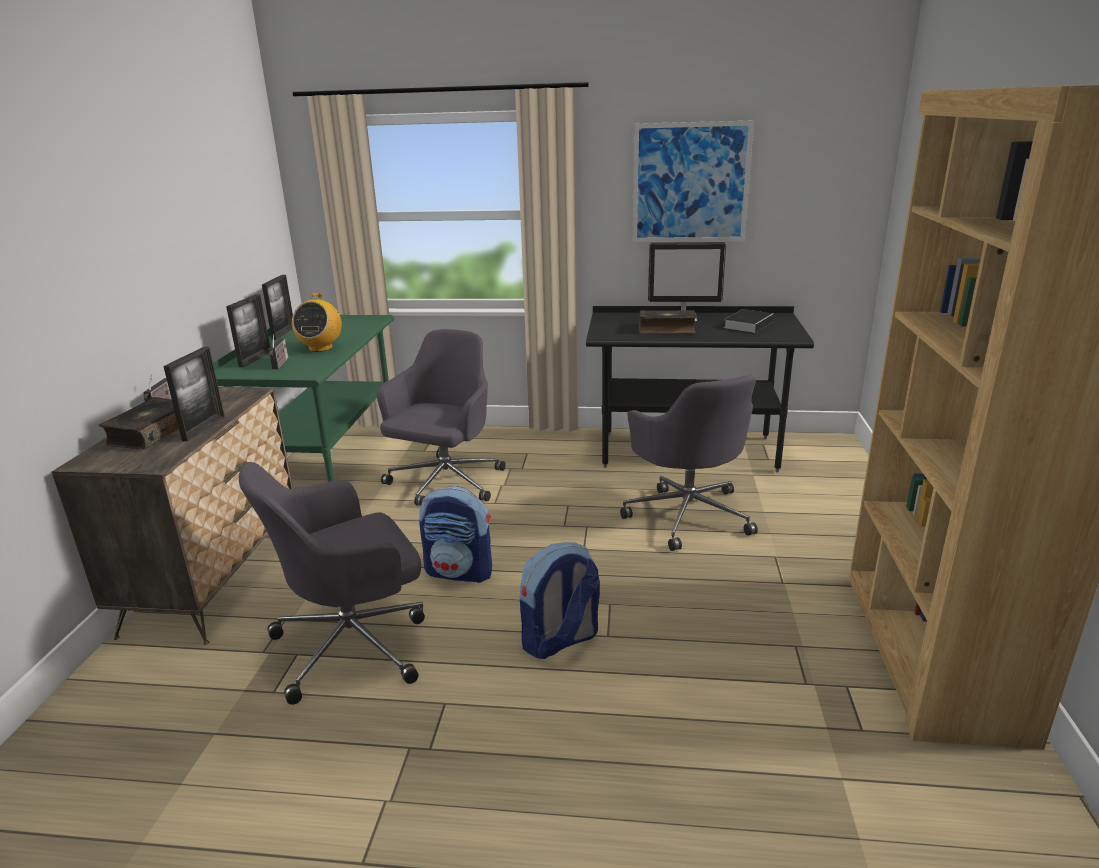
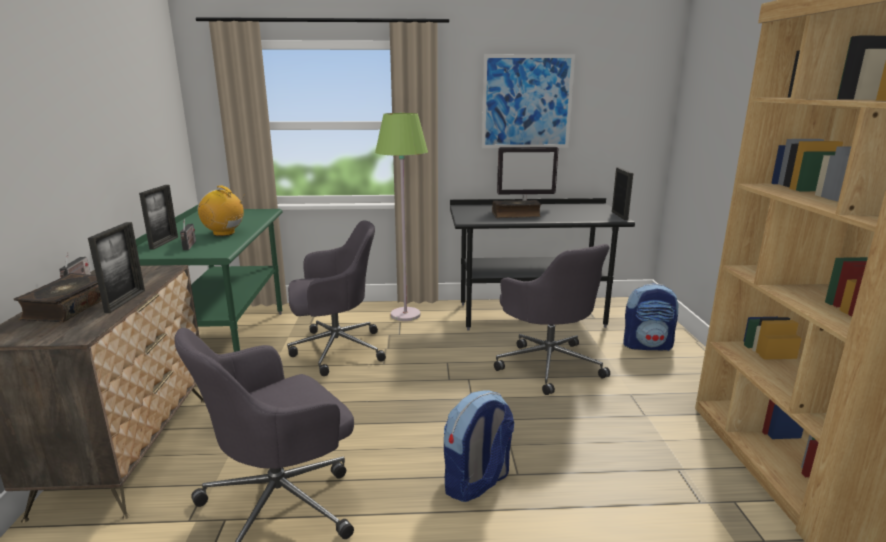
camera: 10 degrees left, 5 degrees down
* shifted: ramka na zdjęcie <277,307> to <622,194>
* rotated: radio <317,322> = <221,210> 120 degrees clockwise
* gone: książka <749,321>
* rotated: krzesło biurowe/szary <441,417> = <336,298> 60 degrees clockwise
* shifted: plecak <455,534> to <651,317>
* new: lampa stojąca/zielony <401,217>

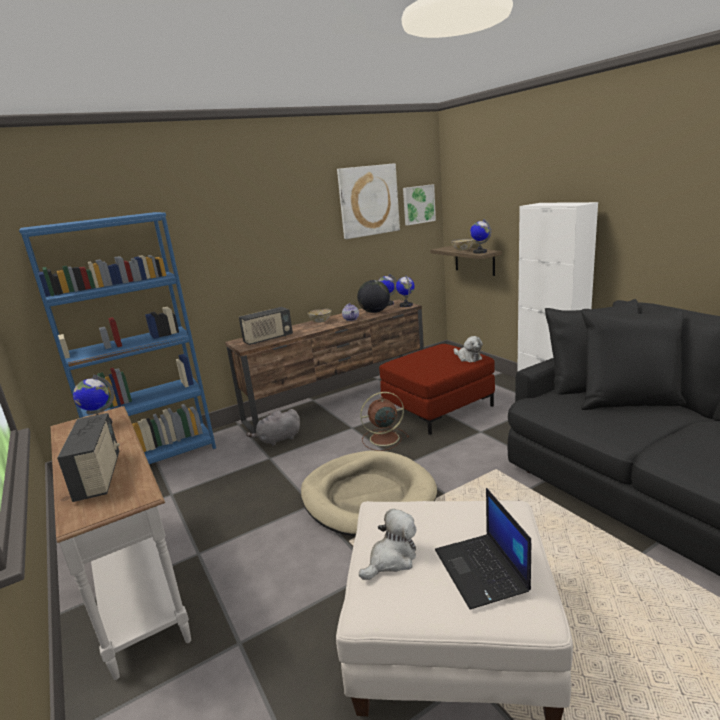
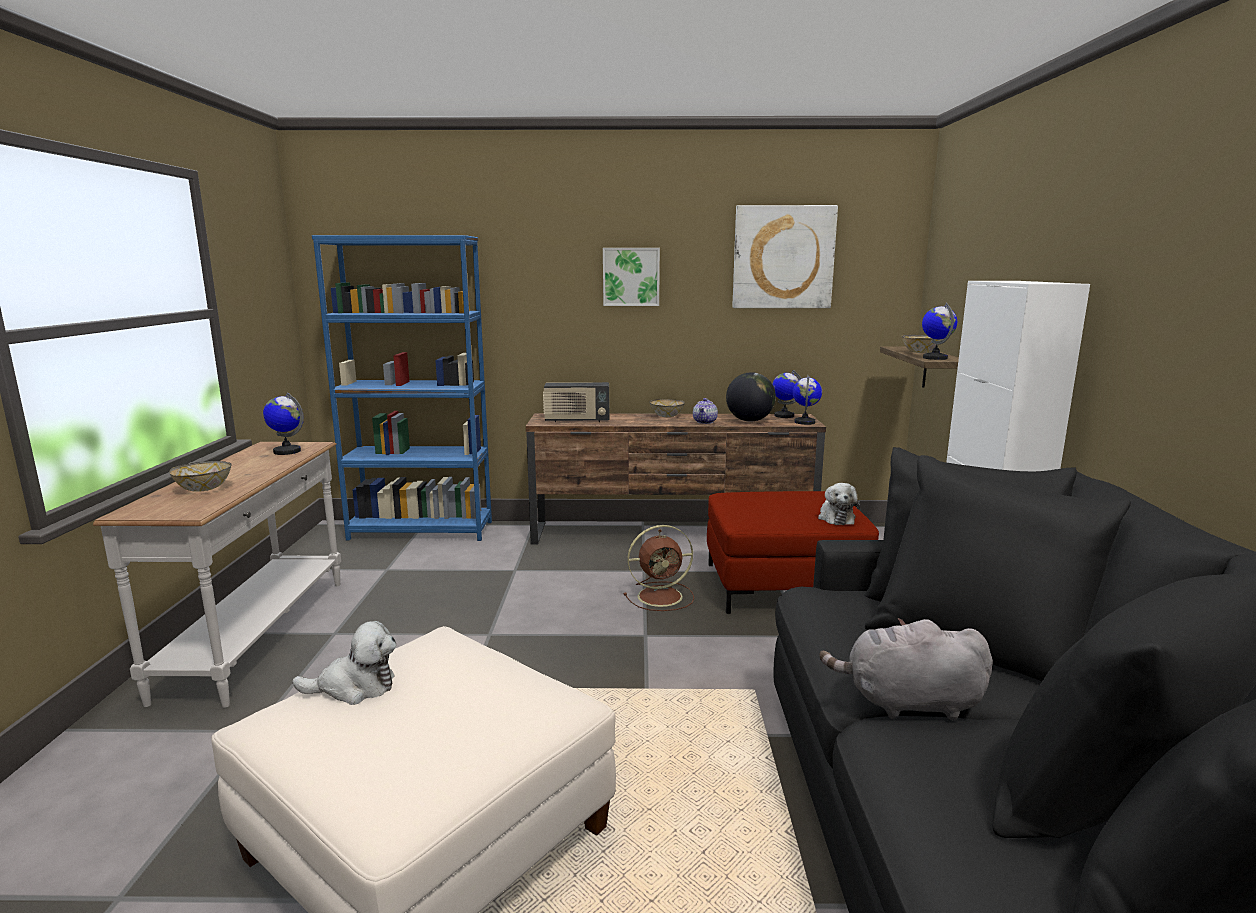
camera: 30 degrees right, 5 degrees down
* shifted: obraz <419,204> to <631,277>
* rotated: wentylator/brązowy <384,421> = <659,568> 150 degrees clockwise
* shifted: pluszak/szary <273,427> to <906,669>
* swapped: radio <88,457> to miska <200,476>
* gone: legowisko/beżowy <369,493>
* gone: laptop <483,548>

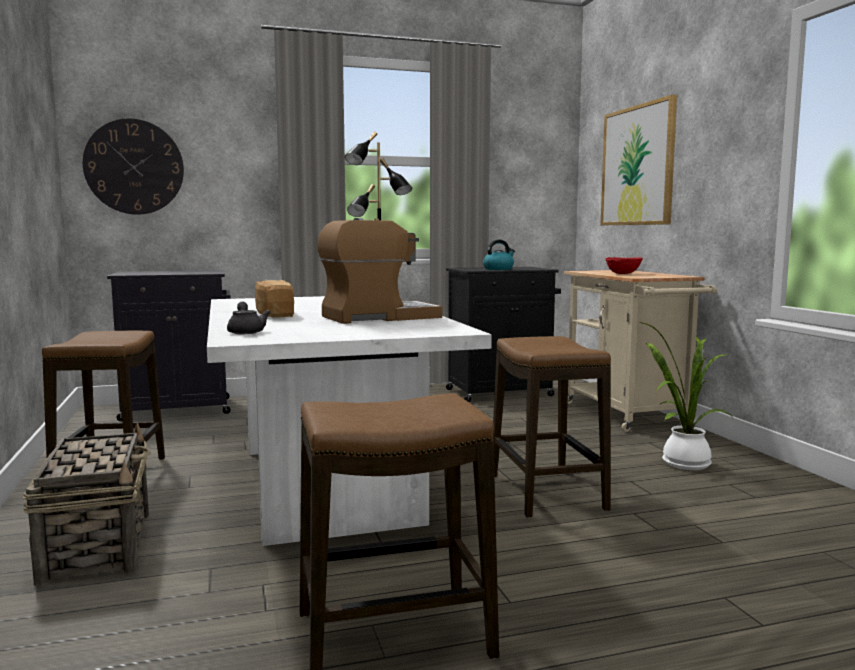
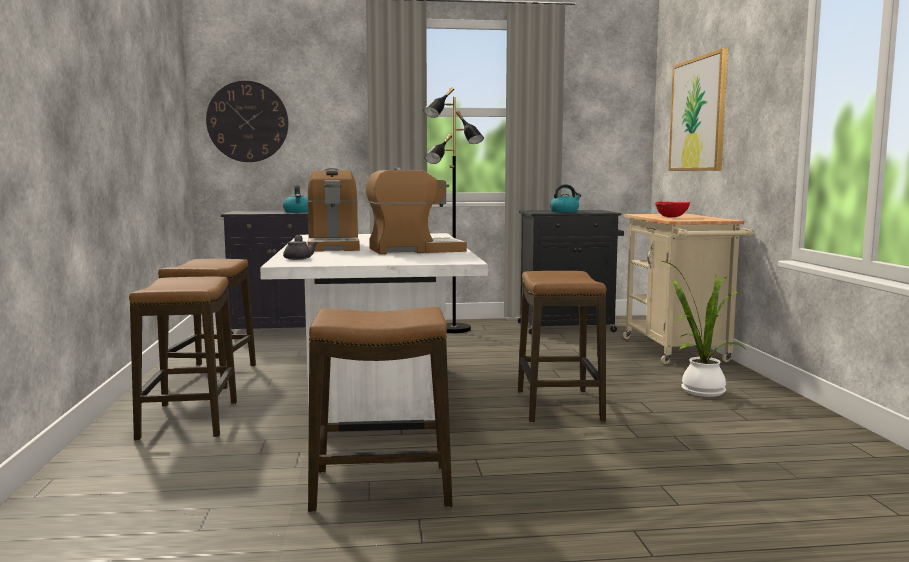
camera: 10 degrees right, 0 degrees up
* swapped: chleb <274,299> to ekspres do kawy <333,210>
* swapped: koszyk <87,504> to stołek <183,359>
* new: czajnik <295,198>

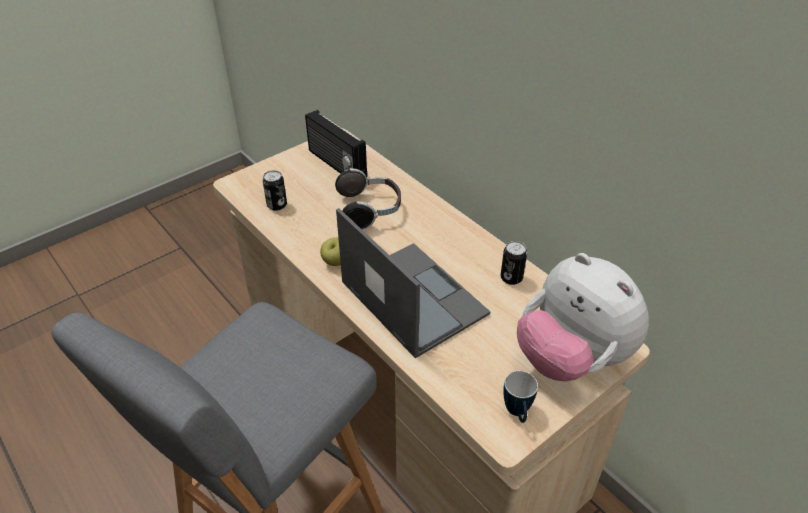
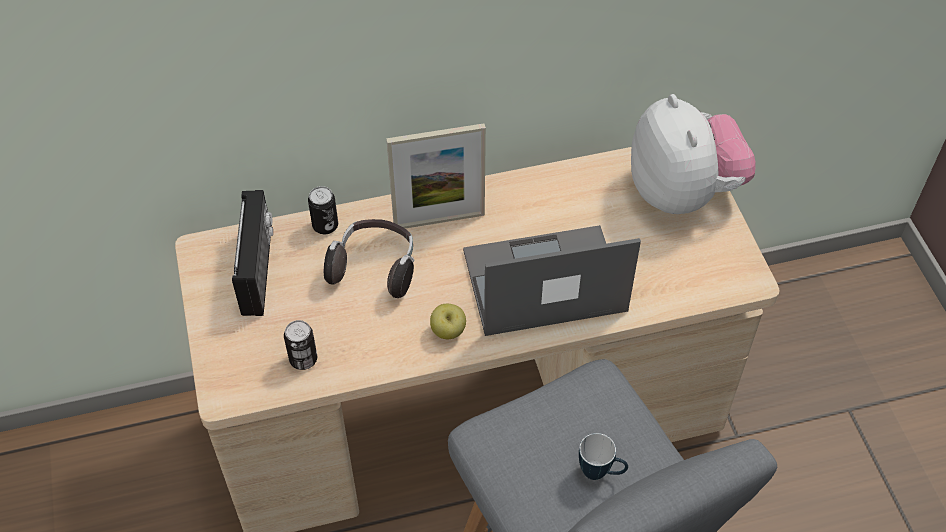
camera: 65 degrees left, 10 degrees up
* rotated: radio <336,144> = <252,253> 75 degrees counterclockwise
* shifted: puszka <514,263> to <323,210>
* rotated: pluszak <583,317> = <693,154> 90 degrees counterclockwise
* shifted: kubek <520,397> to <603,456>
* new: ramka na zdjęcie <436,176>

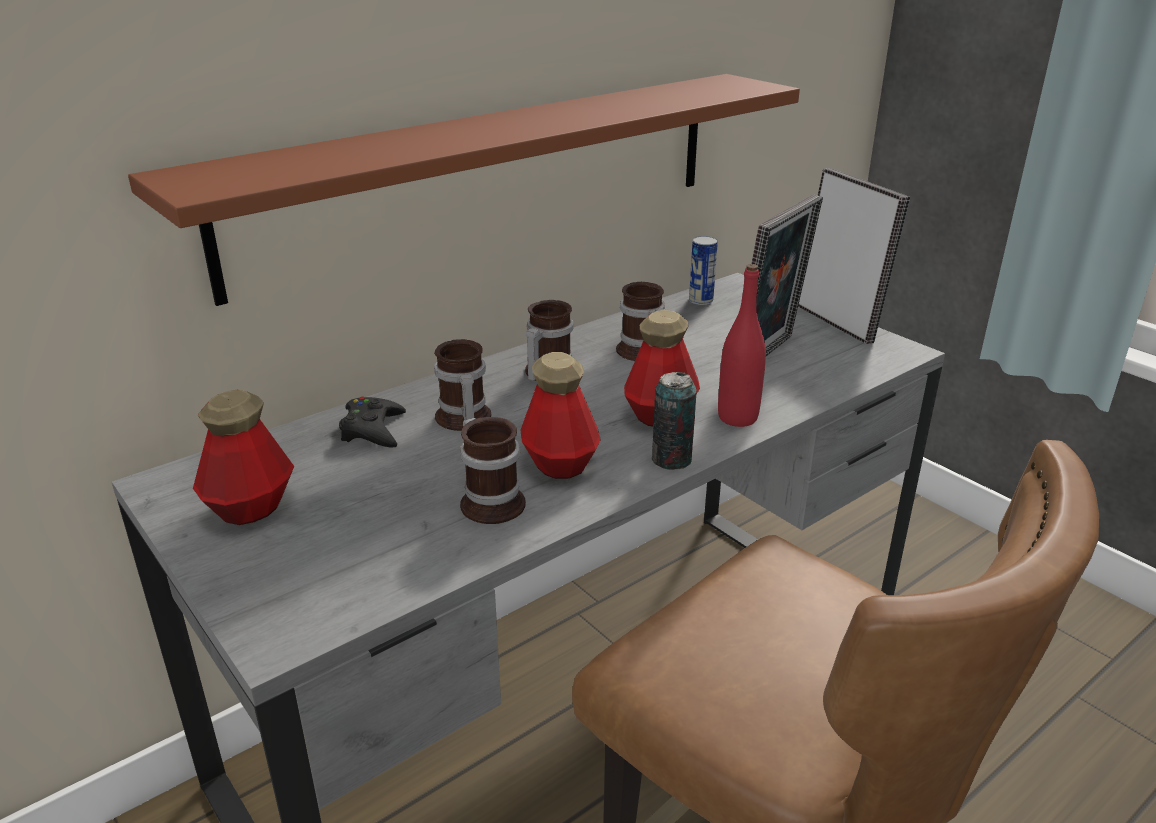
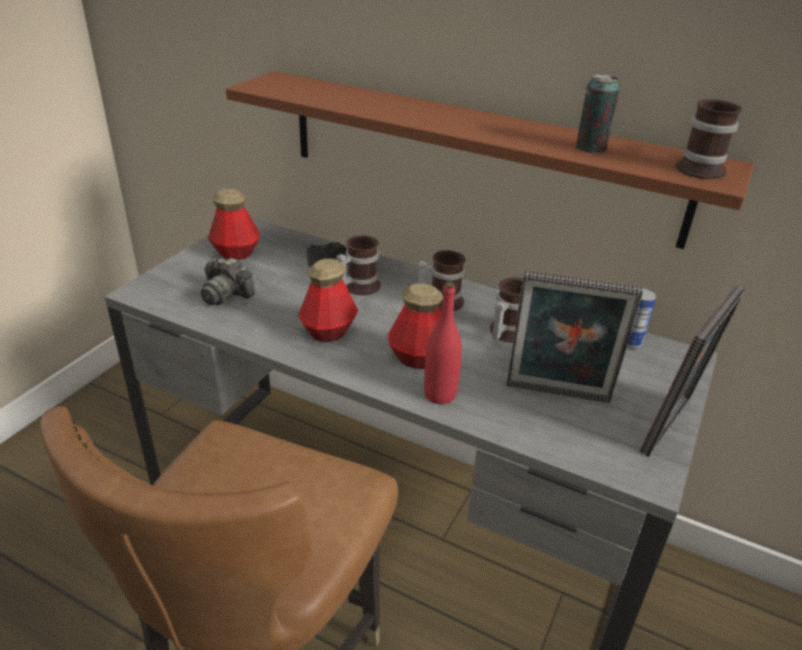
camera: 65 degrees right, 5 degrees up
* shifted: puszka <674,421> to <597,113>
* shifted: kubek <493,470> to <708,139>
* new: aparat fotograficzny <227,281>

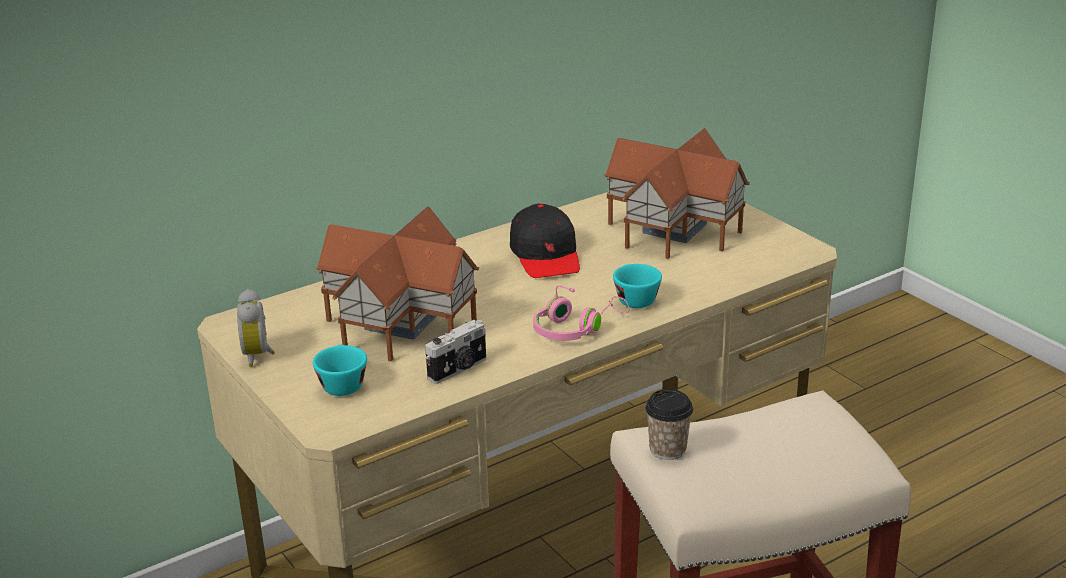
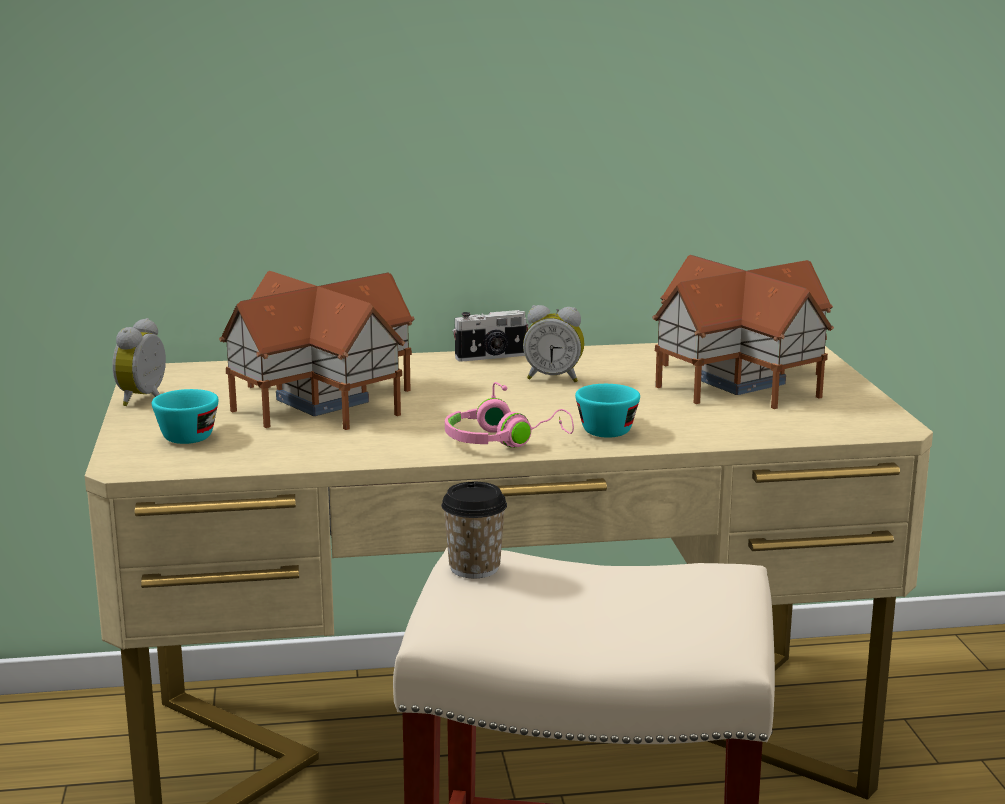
camera: 25 degrees right, 10 degrees down
* swapped: czapka z daszkiem/czarny <545,241> to budzik <553,343>
* shifted: aparat fotograficzny <455,352> to <491,336>

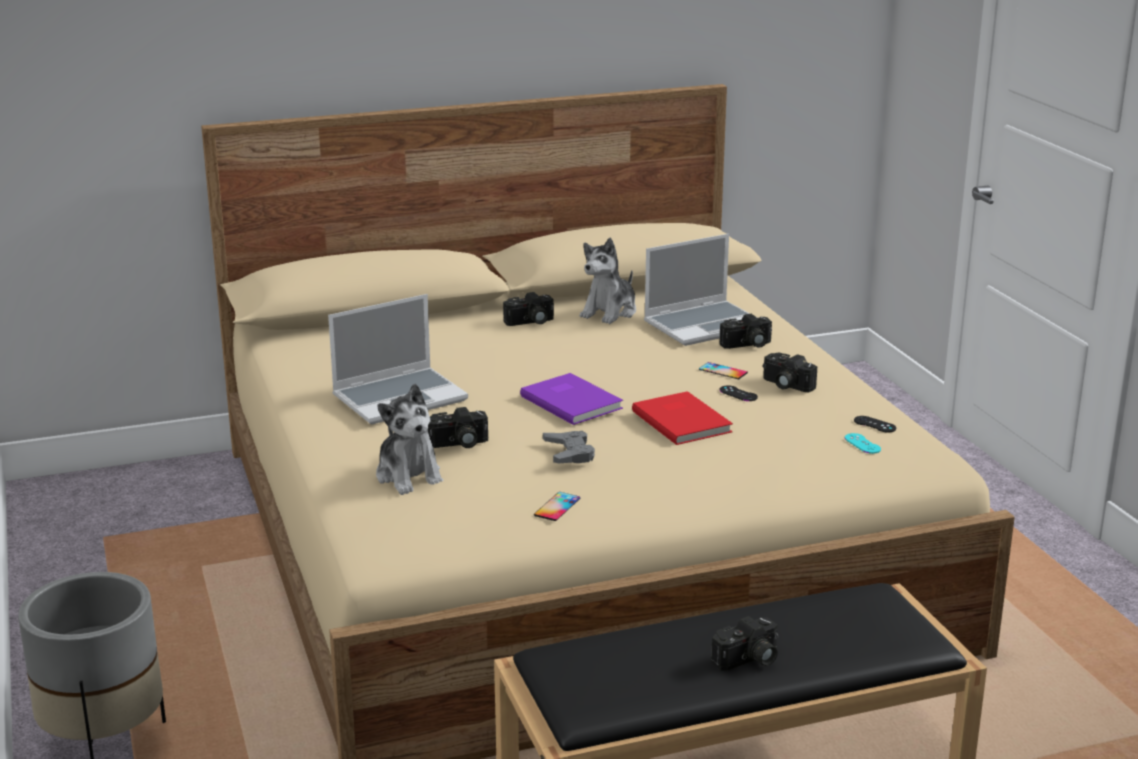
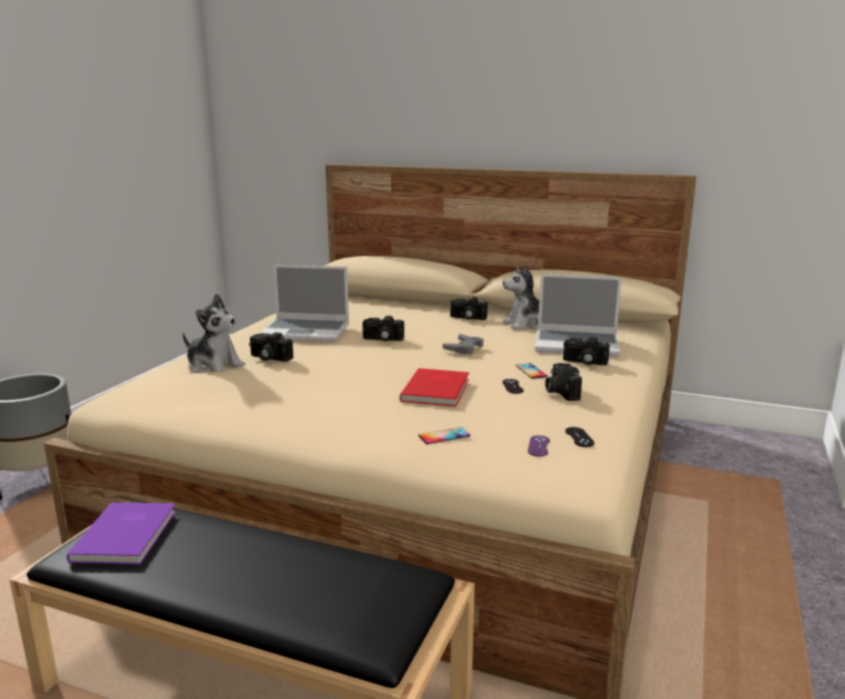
camera: 40 degrees right, 5 degrees down
* shifted: książka/fioletowy <571,399> to <121,533>
* rotated: pluszak <409,439> = <214,333> 75 degrees counterclockwise
* shifted: pad do gier/szary <569,447> to <463,344>
* repainted: pad do gier/turkusowy <863,443> to pad do gier/fioletowy <539,446>
* shifted: telefon <557,506> to <444,435>
* shifted: aparat fotograficzny <744,643> to <383,328>

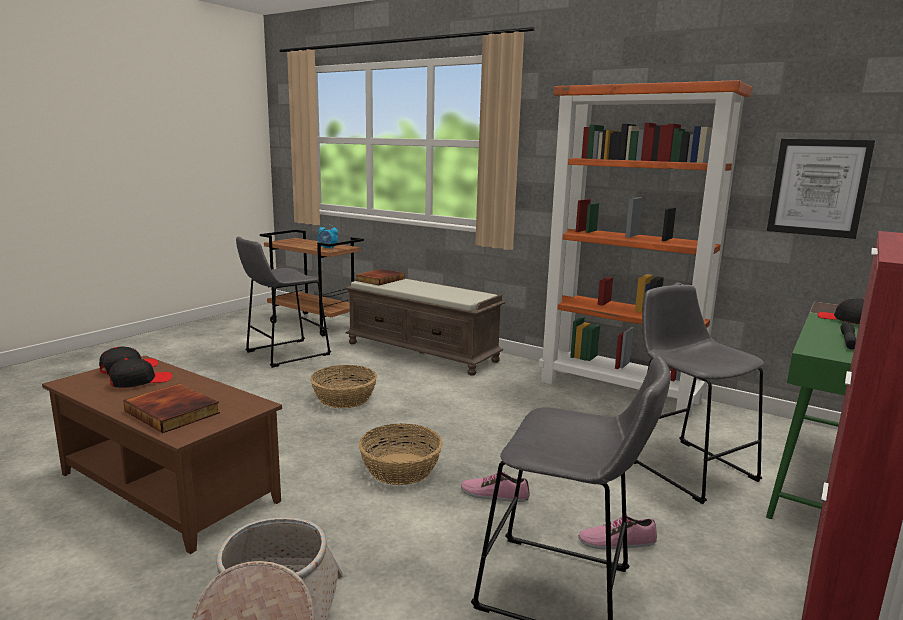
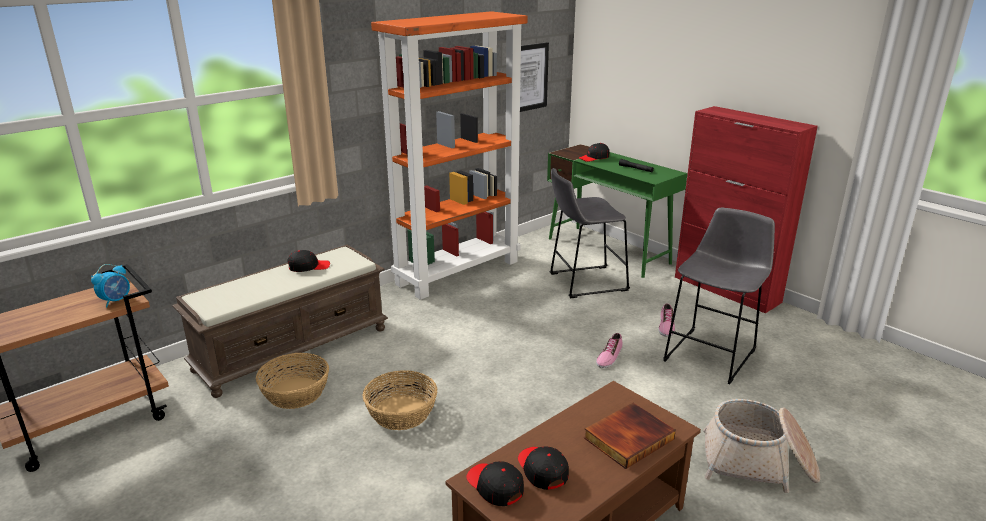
camera: 75 degrees left, 10 degrees up
* gone: stołek/szary <283,302>
* gone: książka <380,277>
* shifted: koszyk <400,454> to <292,381>
* new: czapka z daszkiem/czarny <309,261>

